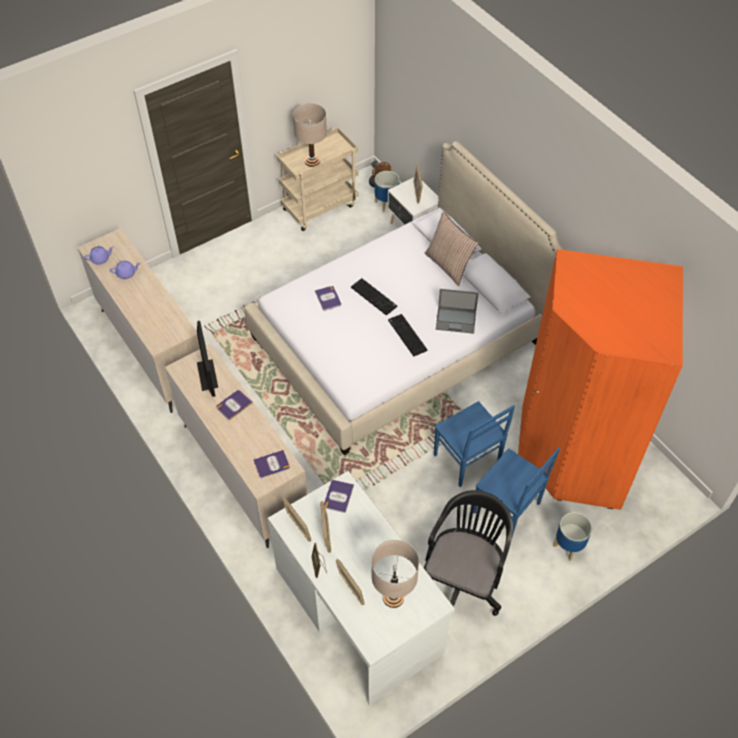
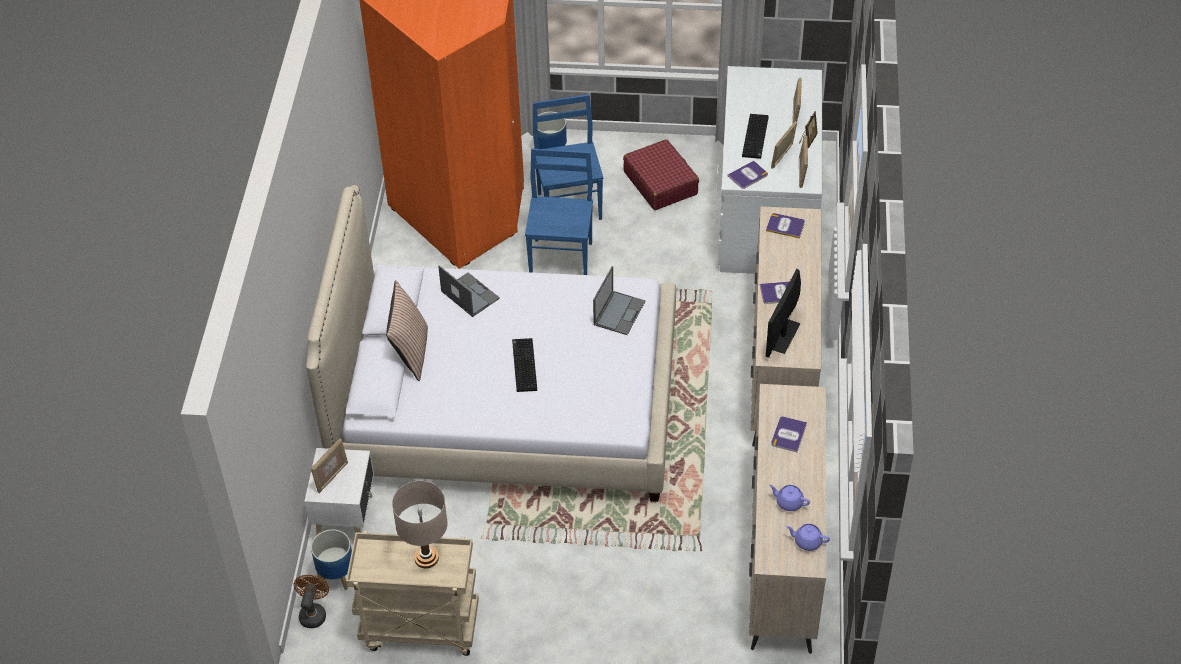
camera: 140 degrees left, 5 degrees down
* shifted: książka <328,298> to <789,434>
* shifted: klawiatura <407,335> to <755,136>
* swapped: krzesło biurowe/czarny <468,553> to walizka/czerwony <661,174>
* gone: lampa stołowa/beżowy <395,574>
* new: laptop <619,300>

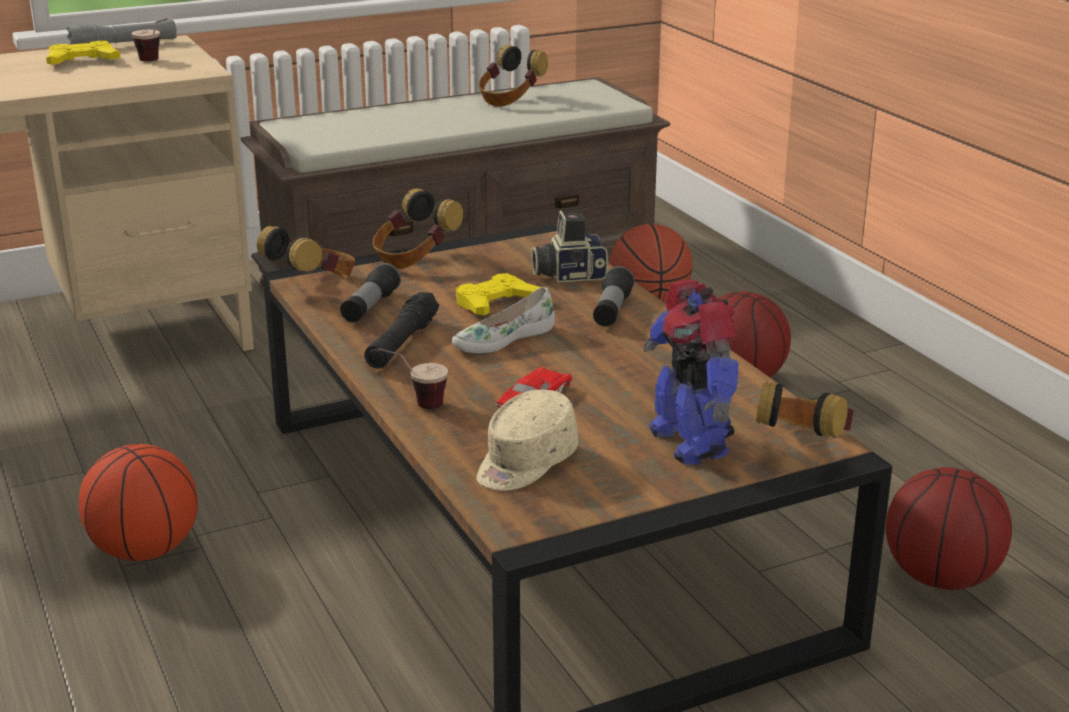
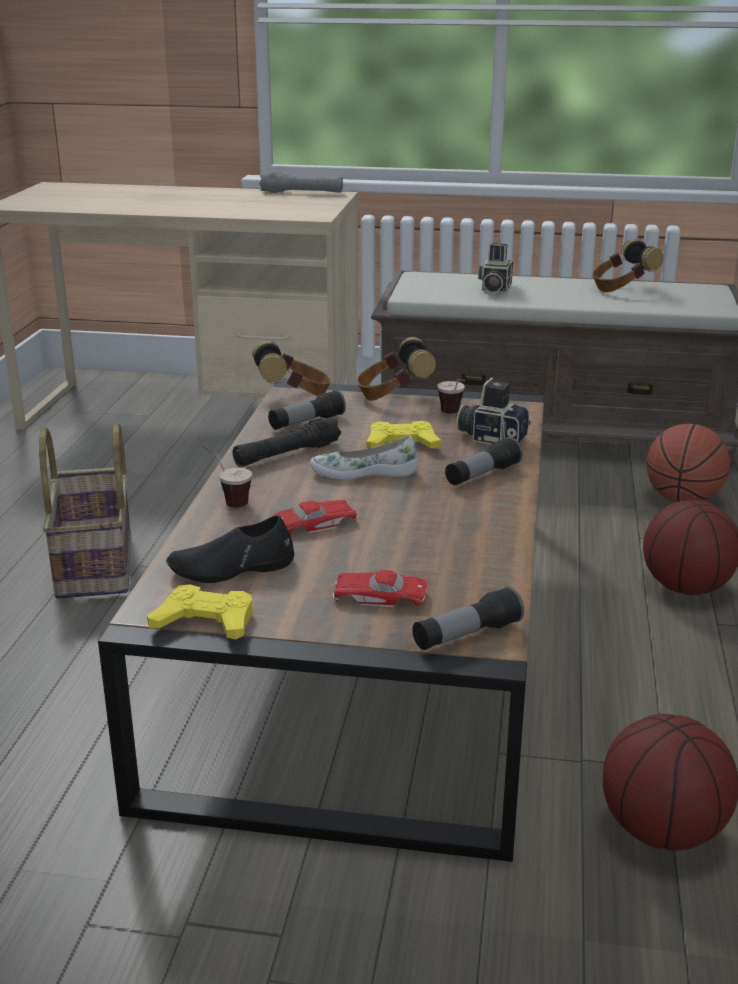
camera: 35 degrees right, 0 degrees up
* shifted: filiżanka <149,39> to <451,396>
* shifted: pad do gier/żółty <83,53> to <200,612>
* swapped: robot zabawkowy <691,372> to samochodzik/czerwony <379,588>
* swapped: słuchawki <805,410> to latarka <468,618>
* swapped: czapka z daszkiem/beżowy <527,440> to but/czarny <230,549>
* swapped: piłka do koszykówki <138,502> to koszyk <85,510>
* new: aparat fotograficzny <495,268>

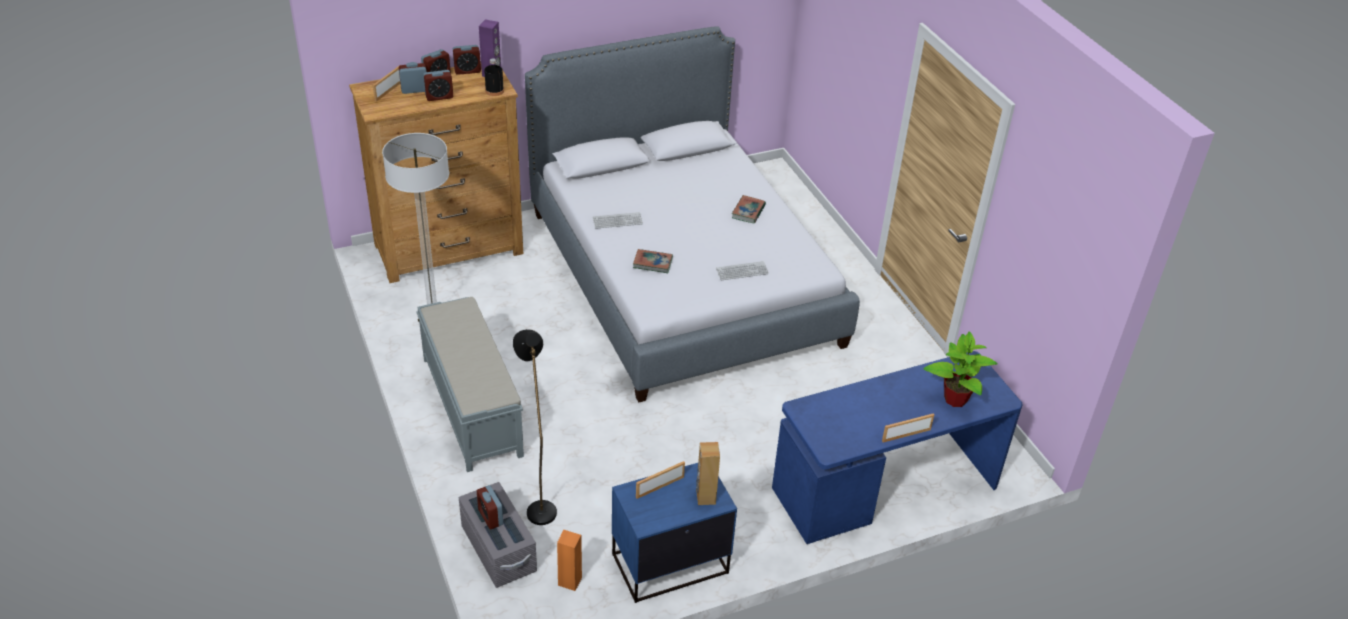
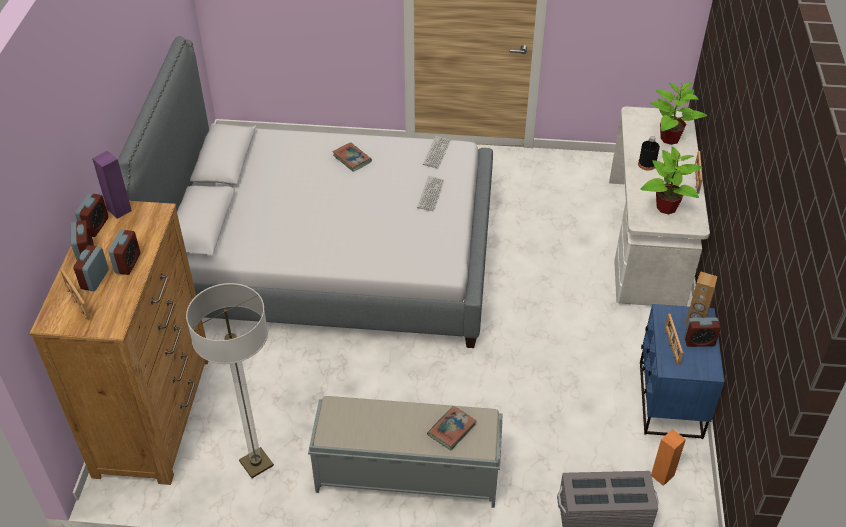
camera: 60 degrees left, 5 degrees up
* shifted: butelka/czarny <494,77> to <649,153>
* shifted: klawiatura <618,220> to <437,152>
* shifted: książka <653,261> to <452,428>
* gone: lampa stojąca/czarny <535,427>
* repainted: biurko/niebieski <897,447> to biurko/biały <659,206>
* shifted: budzik <490,507> to <702,332>
* new: roślina doniczkowa <671,180>

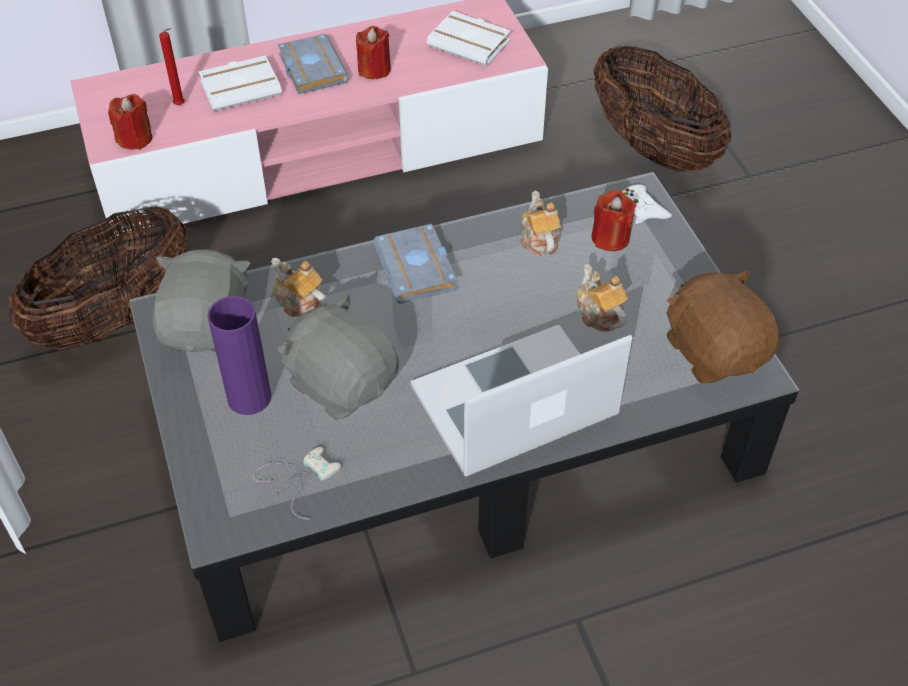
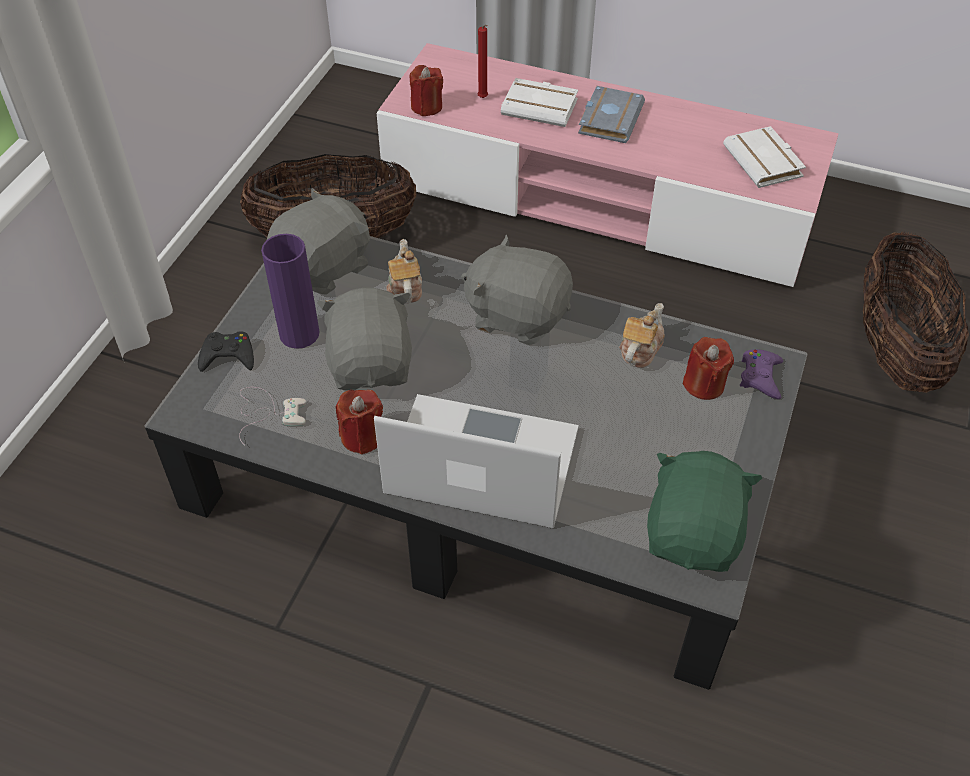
camera: 40 degrees right, 0 degrees up
* shifted: świeca/czerwony <373,52> to <359,422>
* repainted: pad do gier/biały <647,204> to pad do gier/fioletowy <761,374>
* swapped: książka/szary <415,264> to pluszak/szary <517,290>
* gone: imbryk <602,298>
* repainted: pluszak/brązowy <722,326> to pluszak/zielony <704,511>
* new: pad do gier/czarny <226,351>

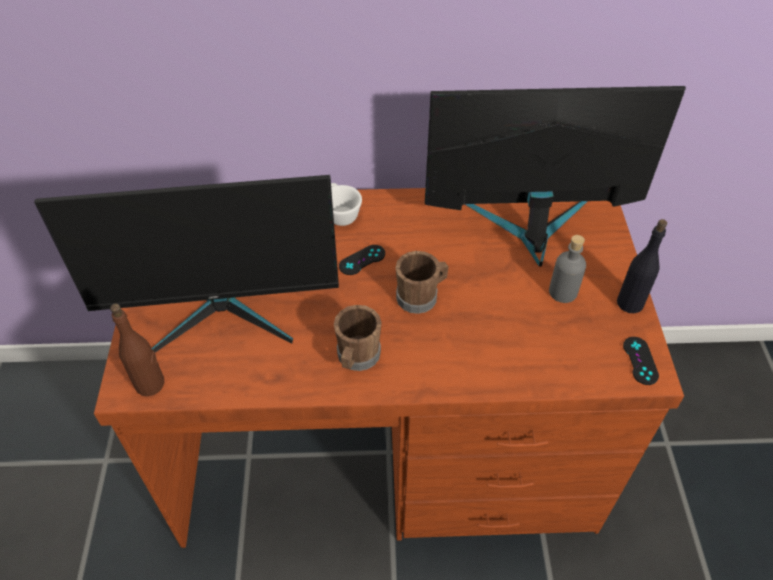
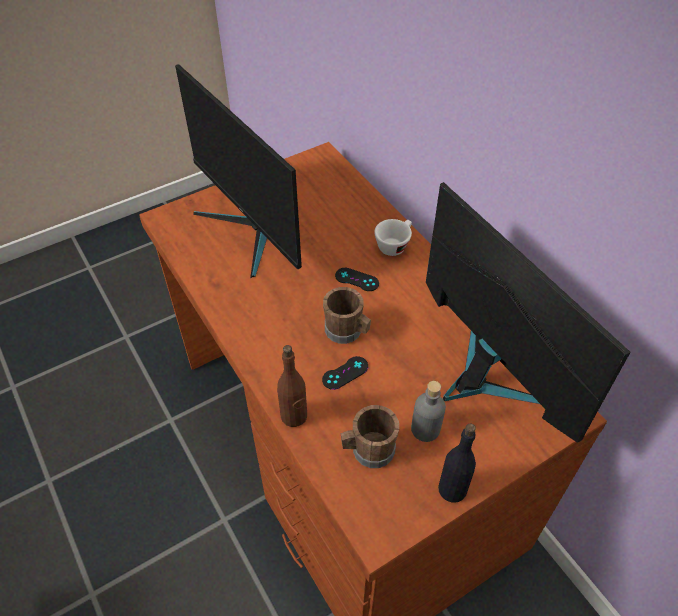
camera: 60 degrees right, 0 degrees up
* shifted: butelka/brązowy <137,349> to <292,386>
* shifted: kubek/brązowy <358,338> to <370,436>
* shifted: pad do gier/czarny <641,361> to <345,373>

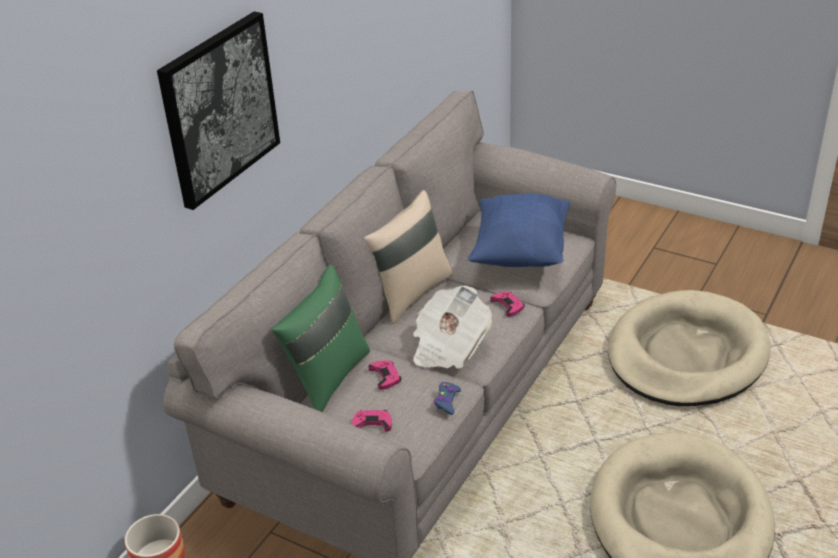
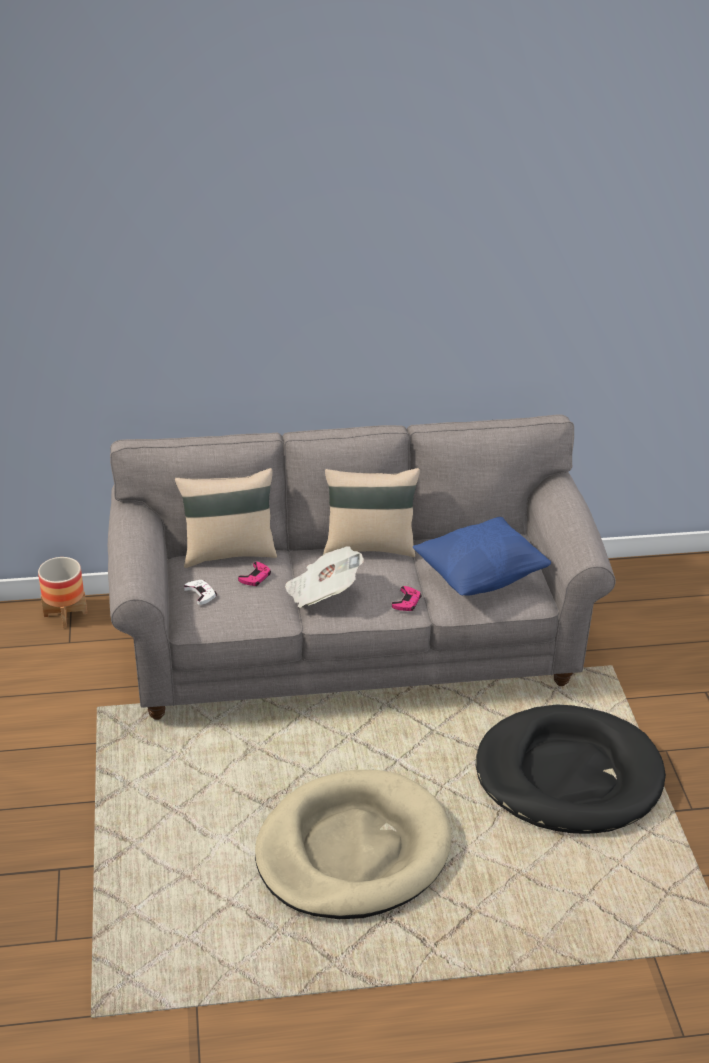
camera: 50 degrees right, 0 degrees up
* gone: obraz <218,110>
* repainted: poduszka/zielony <320,338> to poduszka/beżowy <226,518>
* repainted: legowisko/beżowy <689,348> to legowisko/czarny <571,769>
* gone: pad do gier/niebieski <447,398>
* repainted: pad do gier/różowy <372,421> to pad do gier/biały <200,592>

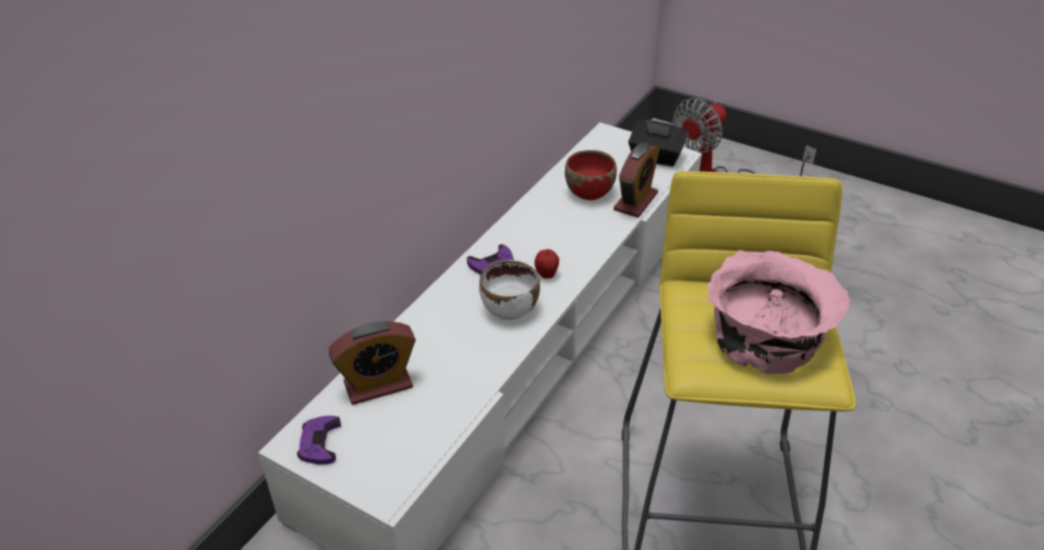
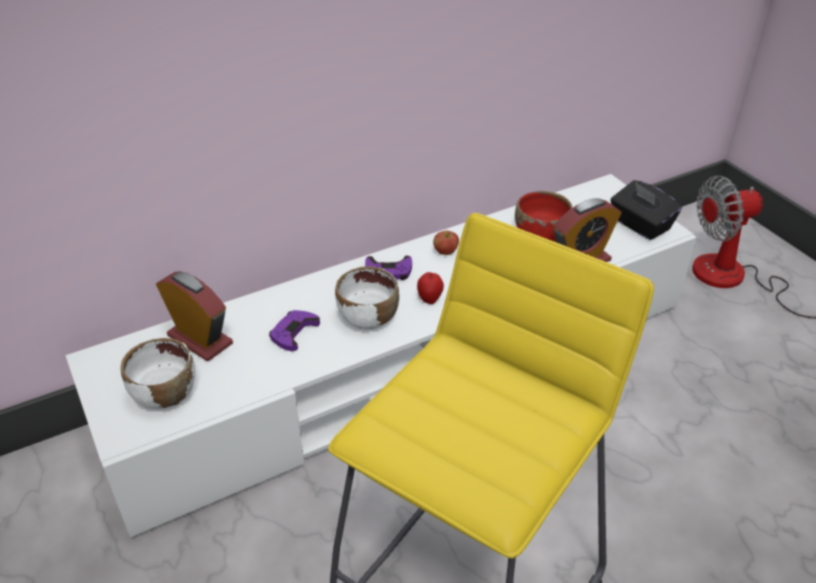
camera: 30 degrees right, 0 degrees up
* gone: miska/różowy <778,312>
* rotated: budzik <372,363> = <194,316> 150 degrees counterclockwise
* shifted: pad do gier/fioletowy <319,440> to <294,330>
* new: jabłko <446,243>
* new: miska/biały <158,373>

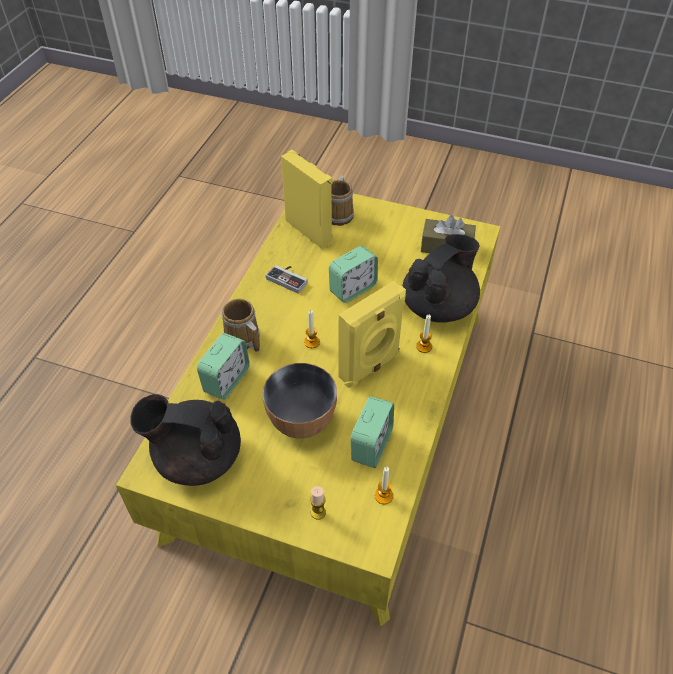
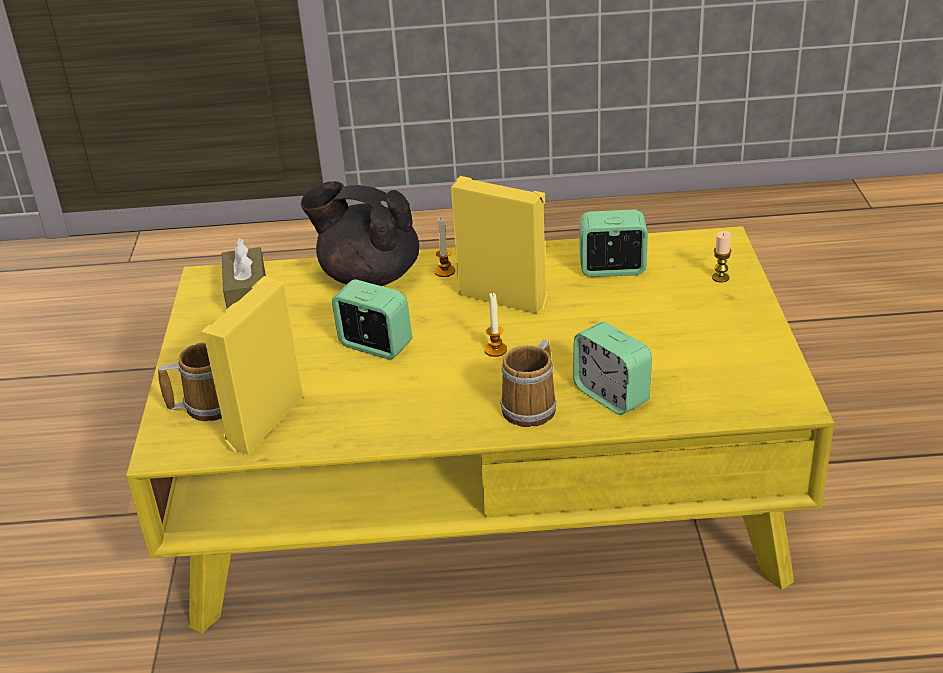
camera: 110 degrees left, 15 degrees down
* gone: pad do gier <287,279>
* rotated: budzik <223,366> = <612,368> 135 degrees counterclockwise
* gone: miska <299,401>
* gone: imbryk/czarny <185,440>
* gone: świeca <384,485>

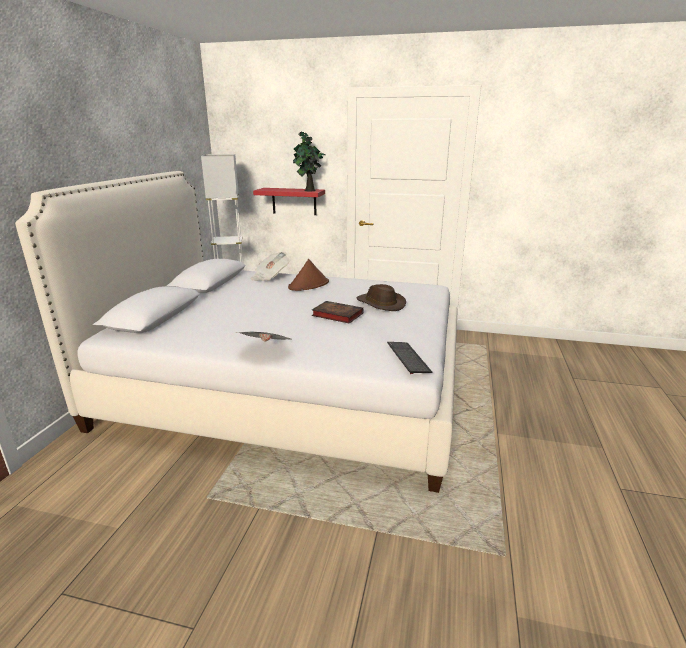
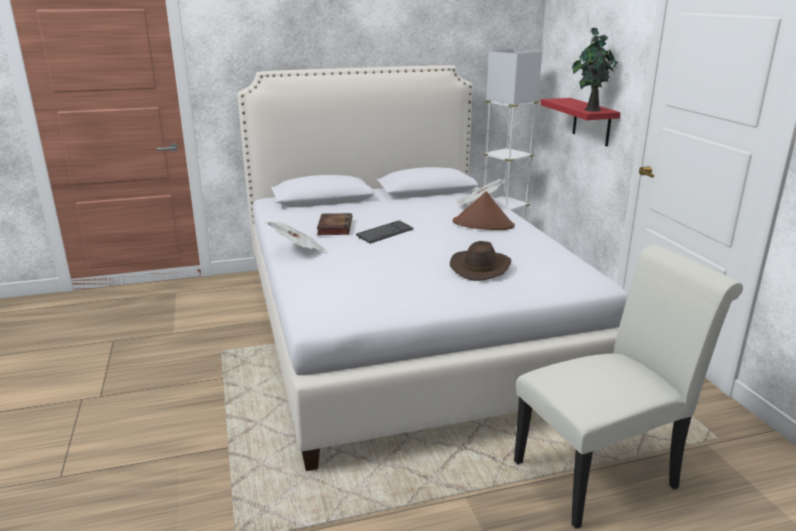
camera: 60 degrees right, 0 degrees up
* shifted: książka <338,312> to <334,224>
* shifted: klawiatura <410,358> to <385,232>
* new: krzesło/biały <628,387>

